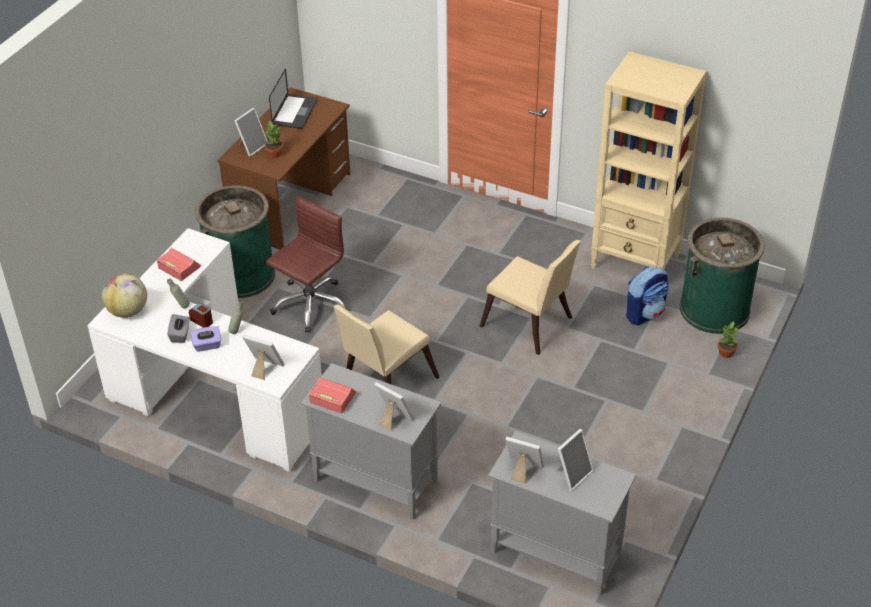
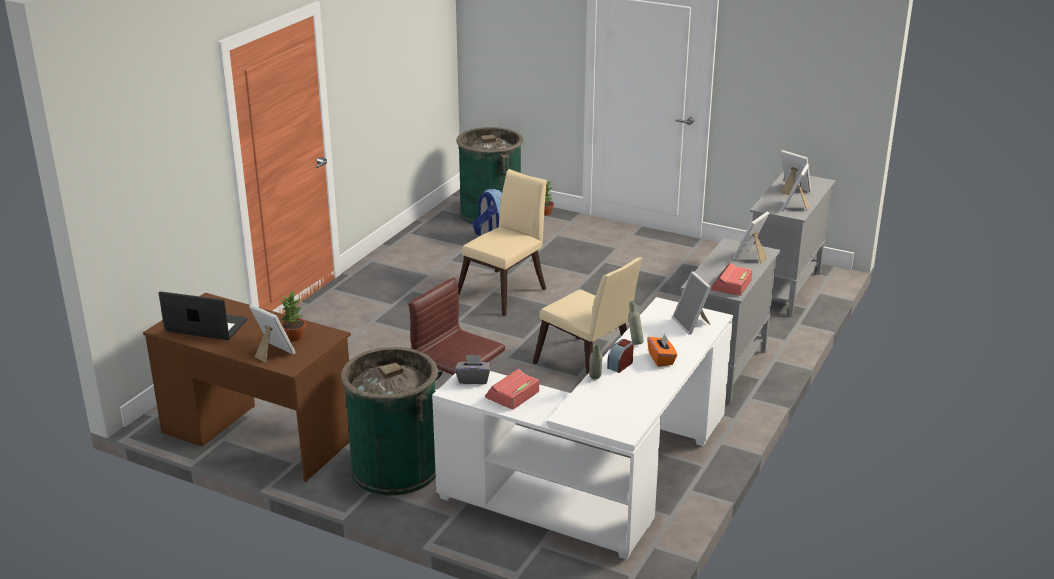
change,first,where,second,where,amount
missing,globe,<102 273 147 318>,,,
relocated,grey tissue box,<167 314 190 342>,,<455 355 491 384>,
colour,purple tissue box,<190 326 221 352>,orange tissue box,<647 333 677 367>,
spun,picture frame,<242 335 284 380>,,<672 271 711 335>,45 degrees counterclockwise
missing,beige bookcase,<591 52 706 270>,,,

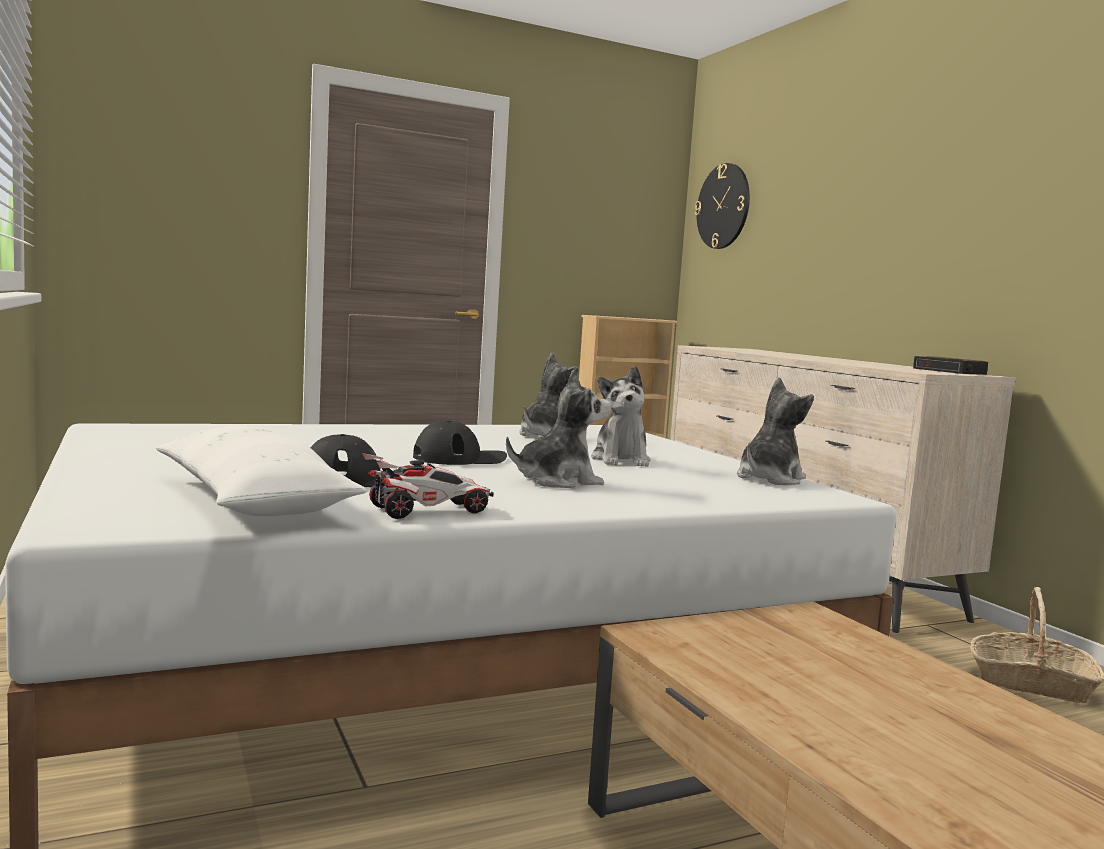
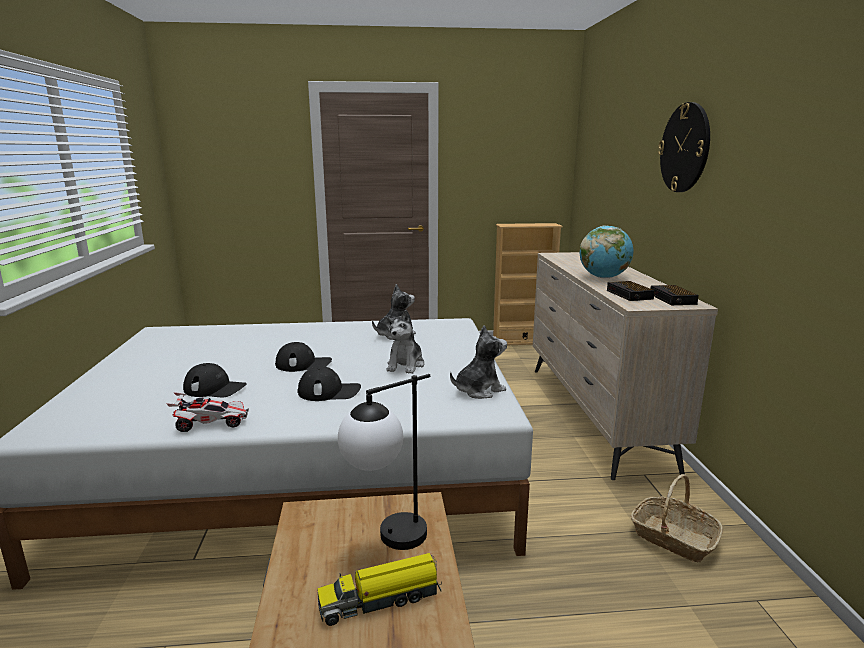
change,first,where,second,where,amount
missing,white pillow,<156 426 368 516>,,,
exchanged,plush toy,<506 370 611 488>,black cap,<297 367 361 401>,
relocated,wall clock,<695 163 750 249>,,<658 102 710 192>,
appeared,,,toy truck,<317 553 442 626>,
appeared,,,table lamp,<338 374 430 550>,
appeared,,,globe,<580 226 633 278>,
appeared,,,alarm clock,<607 281 655 301>,

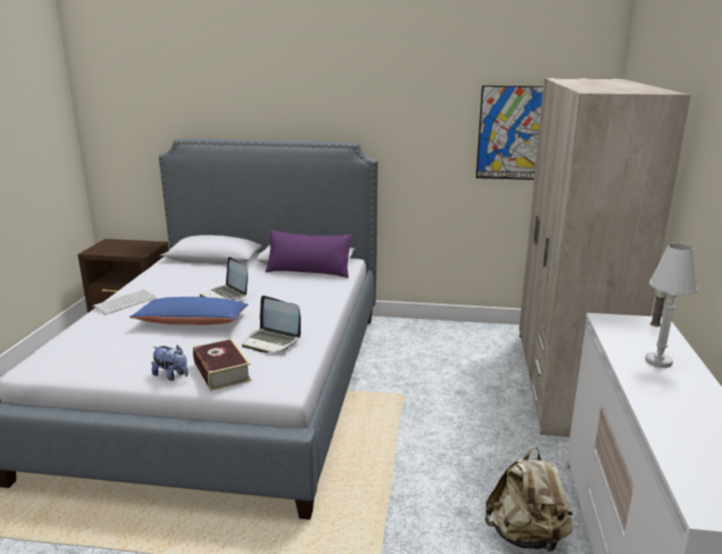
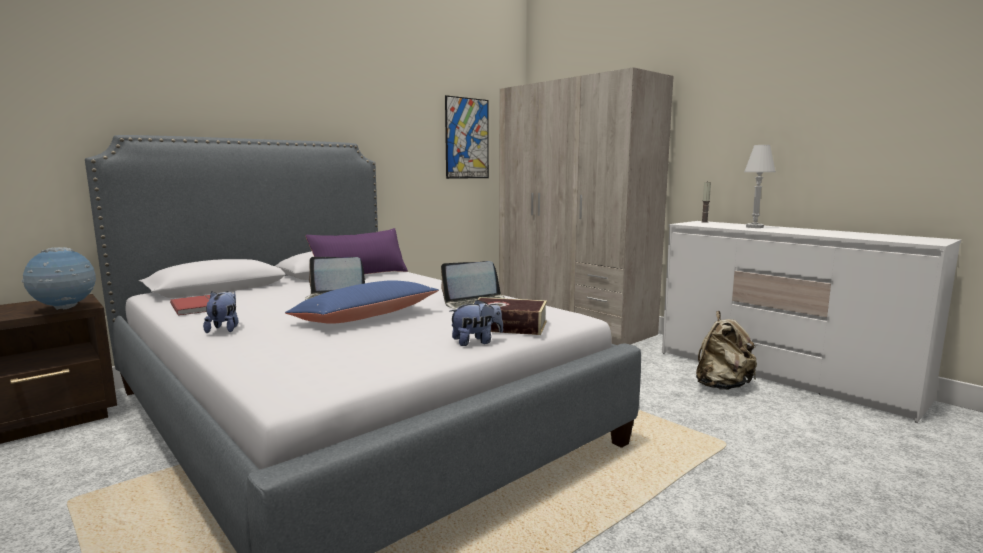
change,first,where,second,where,amount
exchanged,keyboard,<93 289 157 315>,plush toy,<203 291 238 333>,
appeared,,,globe,<22 247 96 310>,
appeared,,,red book,<170 295 210 316>,

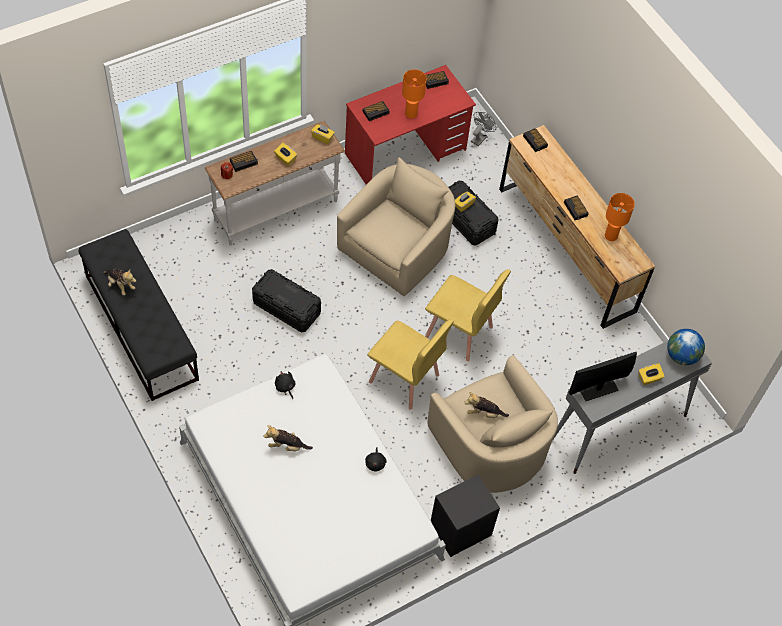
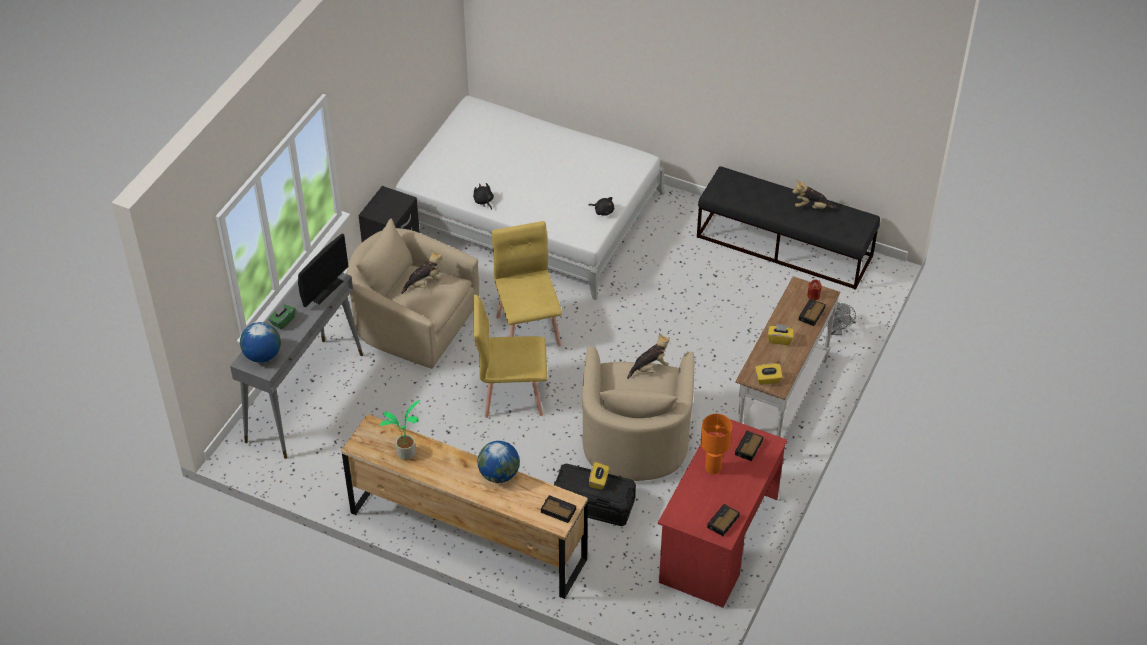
change,first,where,second,where,amount
missing,black storage box,<252 269 321 332>,,,
relocated,plush toy,<263 425 313 451>,,<627 333 670 379>,
spun,yellow chair,<367 319 454 410>,,<492 221 562 347>,75 degrees clockwise
relocated,grey fan,<471 112 496 146>,,<826 302 856 335>,
missing,alarm clock,<564 195 589 220>,,,
exchanged,orange table lamp,<605 193 635 241>,potted plant,<380 400 420 460>,
colour,yellow tissue box,<638 364 664 385>,green tissue box,<268 304 296 330>,
appeared,,,globe,<478 441 520 483>,

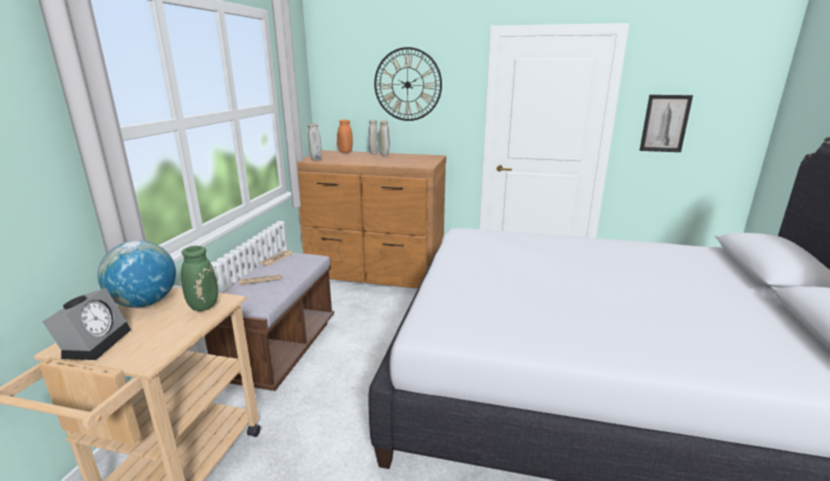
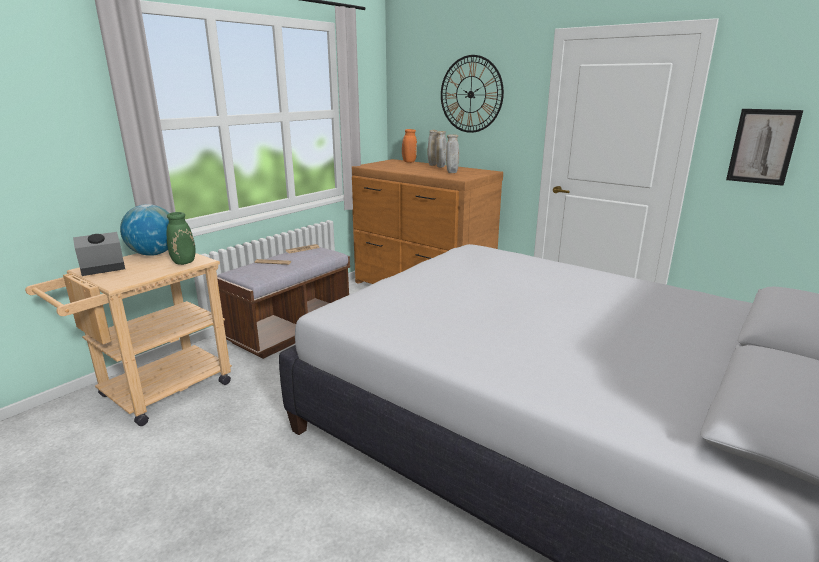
change,first,where,second,where,amount
spun,alarm clock,<43 288 131 360>,,<73 232 125 276>,150 degrees counterclockwise
relocated,beige vase,<307 123 322 161>,,<446 134 459 173>,

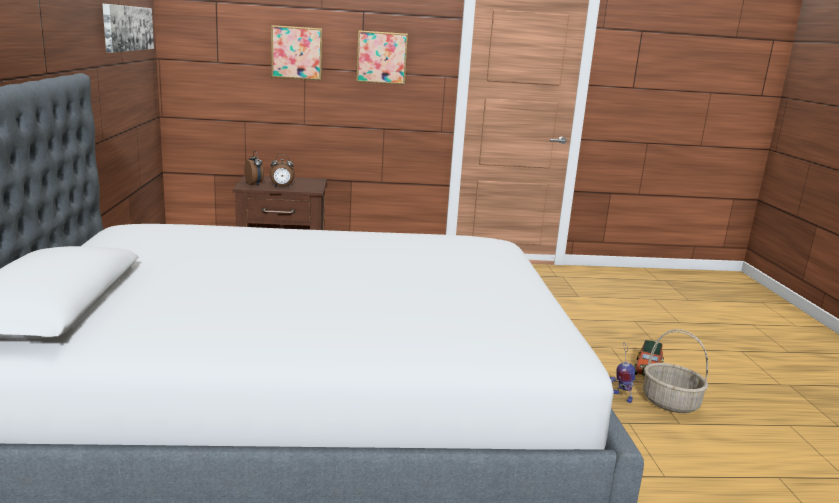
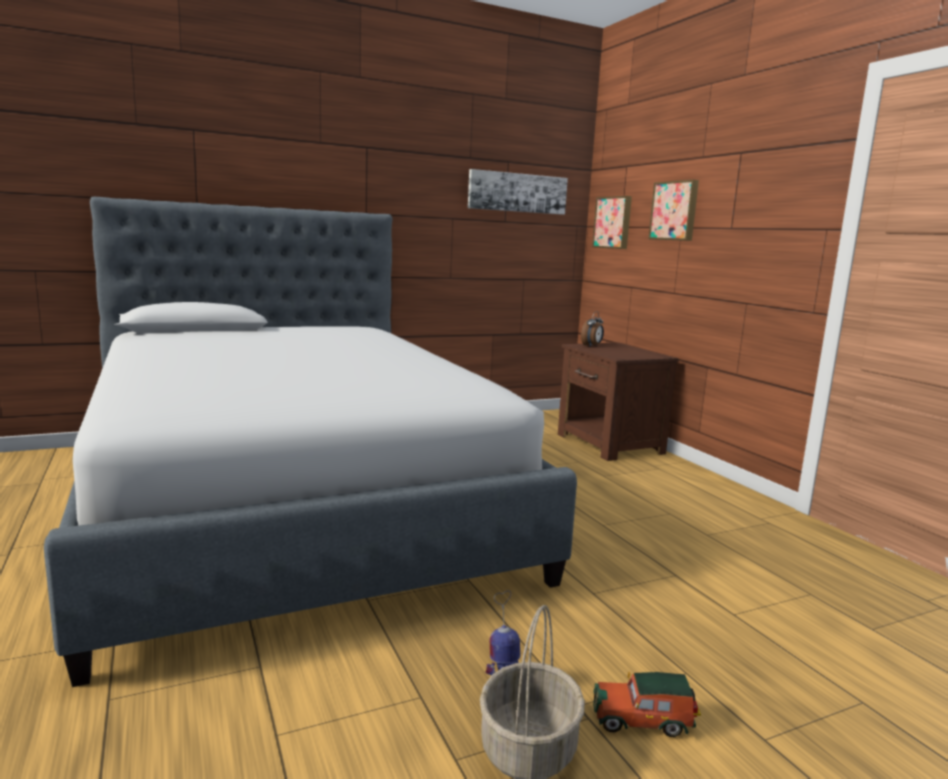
change,first,where,second,where,amount
missing,alarm clock,<269 154 295 187>,,,
relocated,picture,<356 30 408 85>,,<592 196 632 249>,

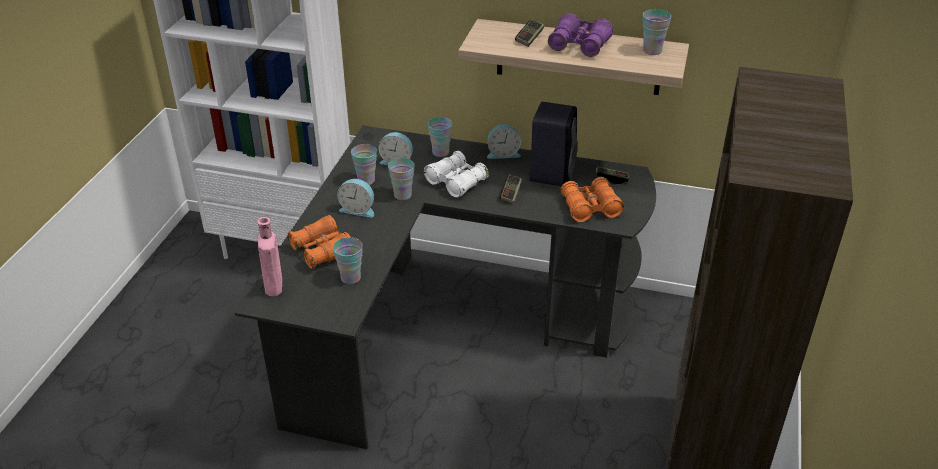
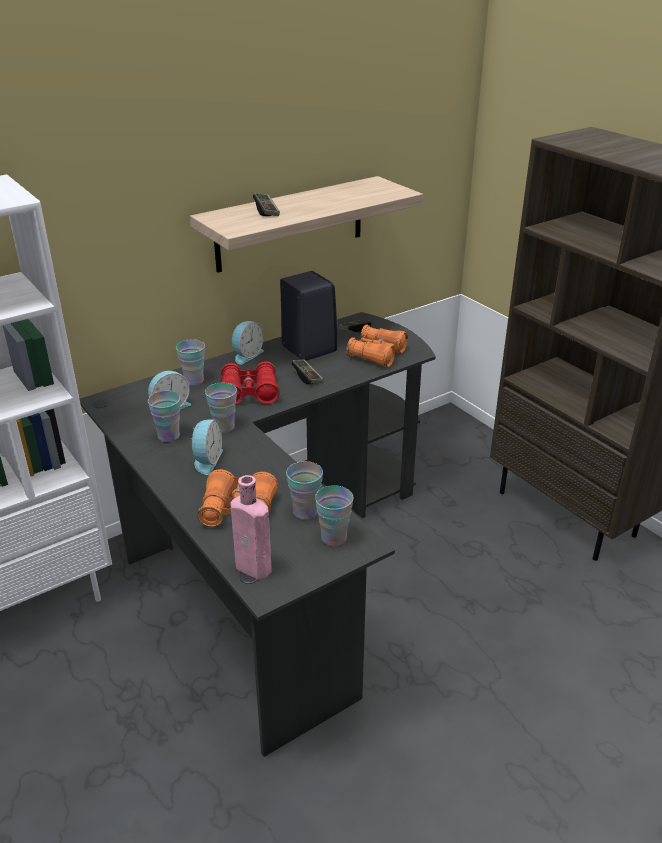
change,first,where,second,where,amount
spun,alarm clock,<337 179 374 217>,,<190 420 223 475>,45 degrees counterclockwise
colour,white binoculars,<424 151 489 198>,red binoculars,<221 361 280 405>,
missing,purple binoculars,<548 13 613 57>,,,
relocated,cup,<643 9 671 55>,,<315 485 353 546>,

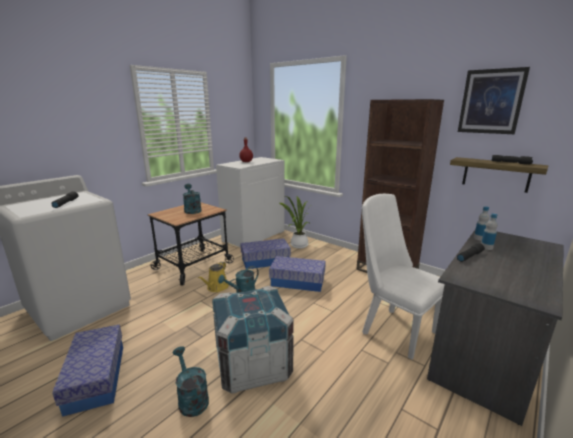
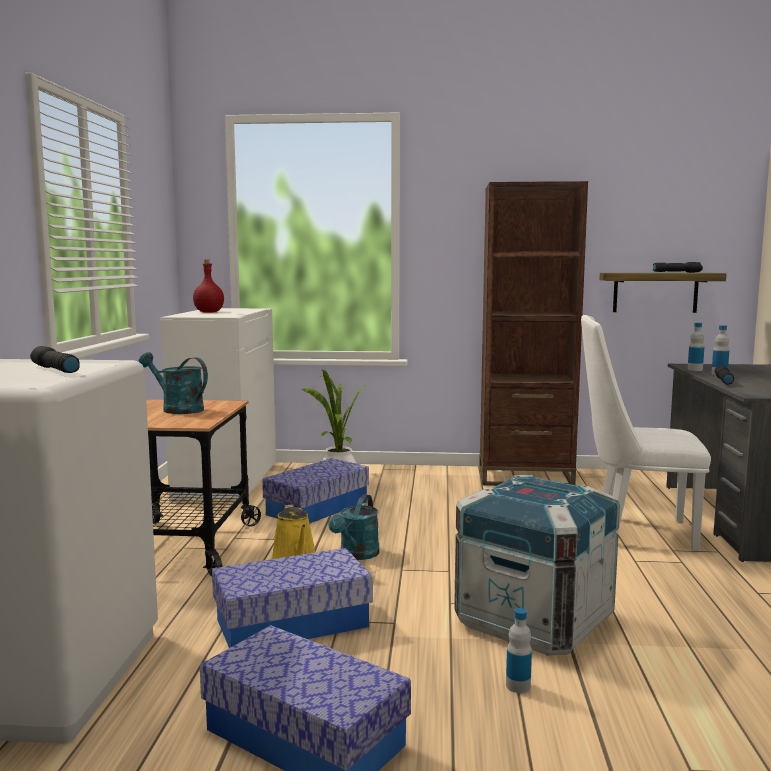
change,first,where,second,where,amount
exchanged,turquoise watering can,<173 346 209 417>,bottle,<506 608 532 693>,
relocated,storage box,<269 256 326 292>,,<212 548 373 648>,
missing,picture,<458 67 530 134>,,,

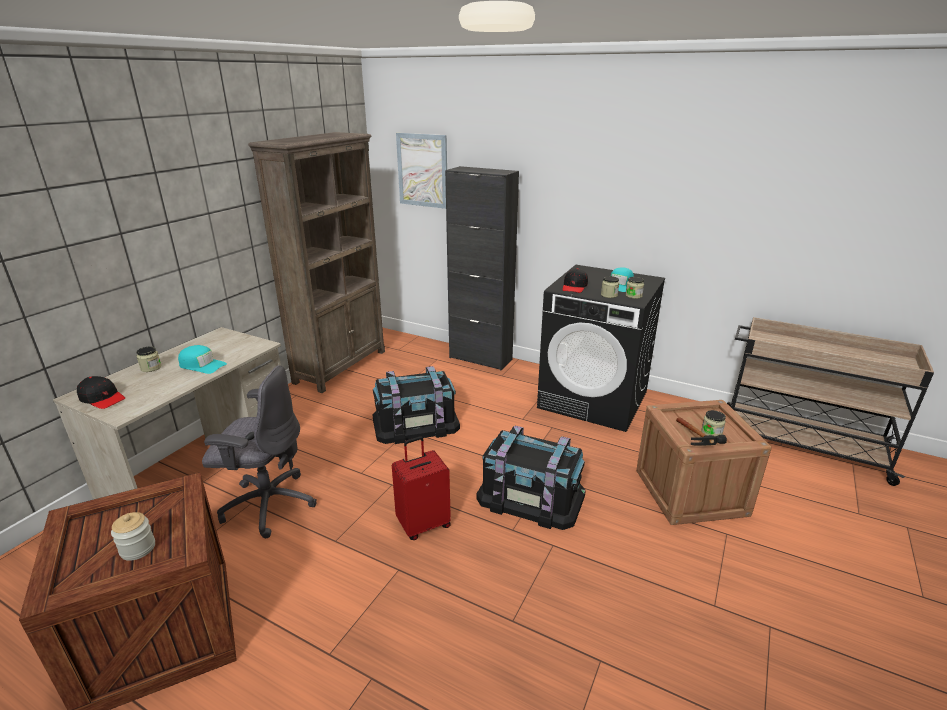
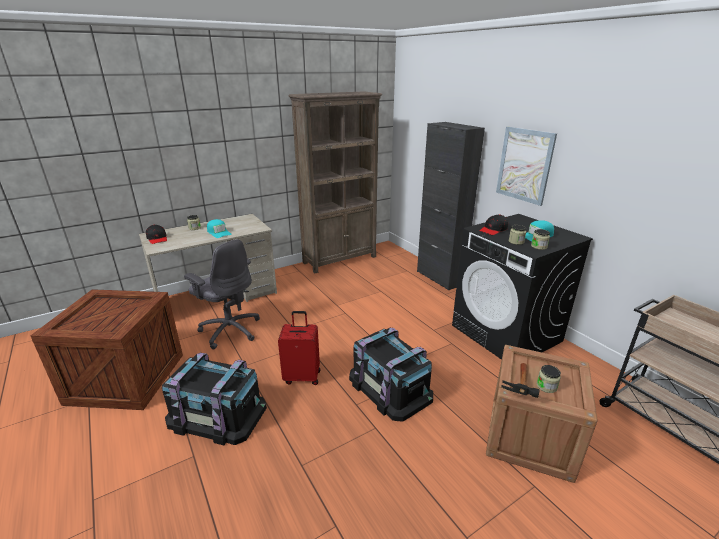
change,first,where,second,where,amount
missing,jar,<111 512 155 561>,,,
relocated,black storage box,<373 366 460 444>,,<162 353 267 445>,
relocated,picture,<396 133 447 209>,,<496 127 557 206>,

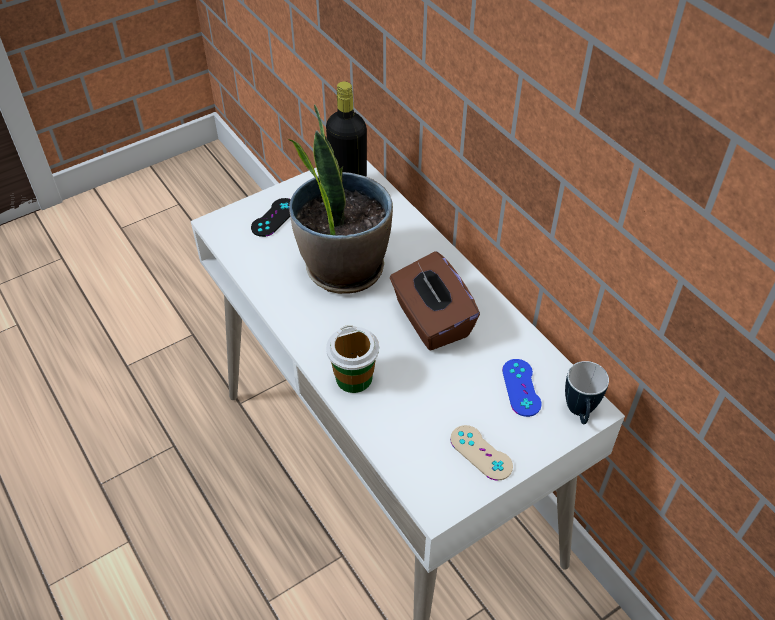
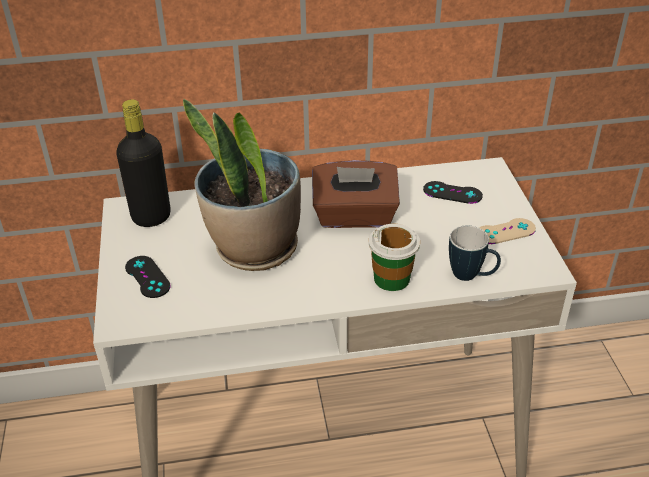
change,first,where,second,where,amount
colour,blue game controller,<502 359 542 417>,black game controller,<423 181 483 204>,
relocated,mug,<565 361 609 424>,,<449 225 501 281>,

